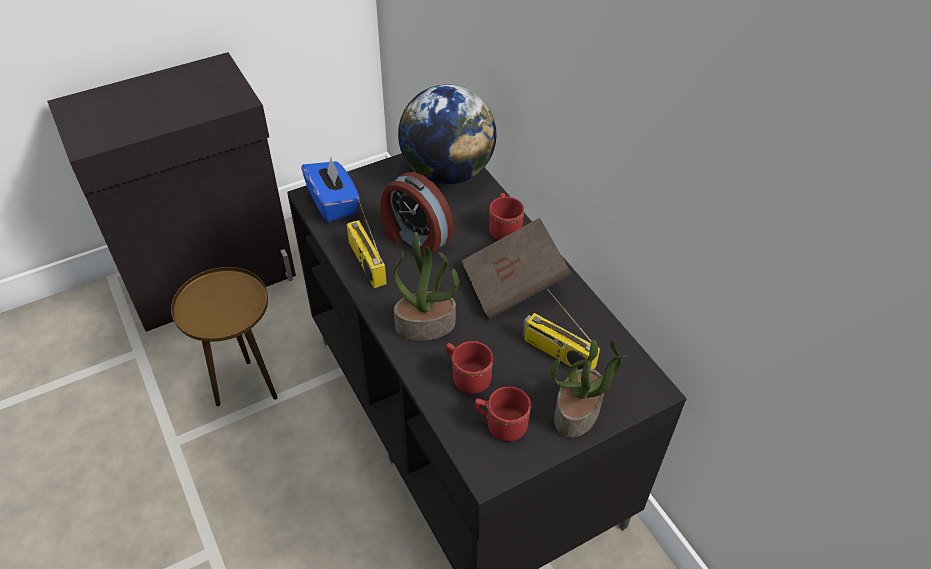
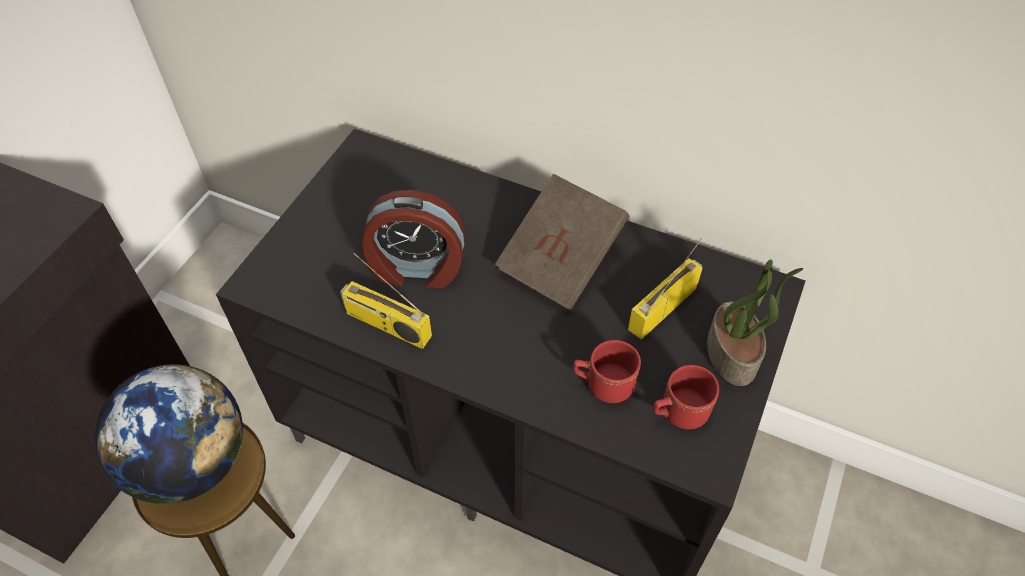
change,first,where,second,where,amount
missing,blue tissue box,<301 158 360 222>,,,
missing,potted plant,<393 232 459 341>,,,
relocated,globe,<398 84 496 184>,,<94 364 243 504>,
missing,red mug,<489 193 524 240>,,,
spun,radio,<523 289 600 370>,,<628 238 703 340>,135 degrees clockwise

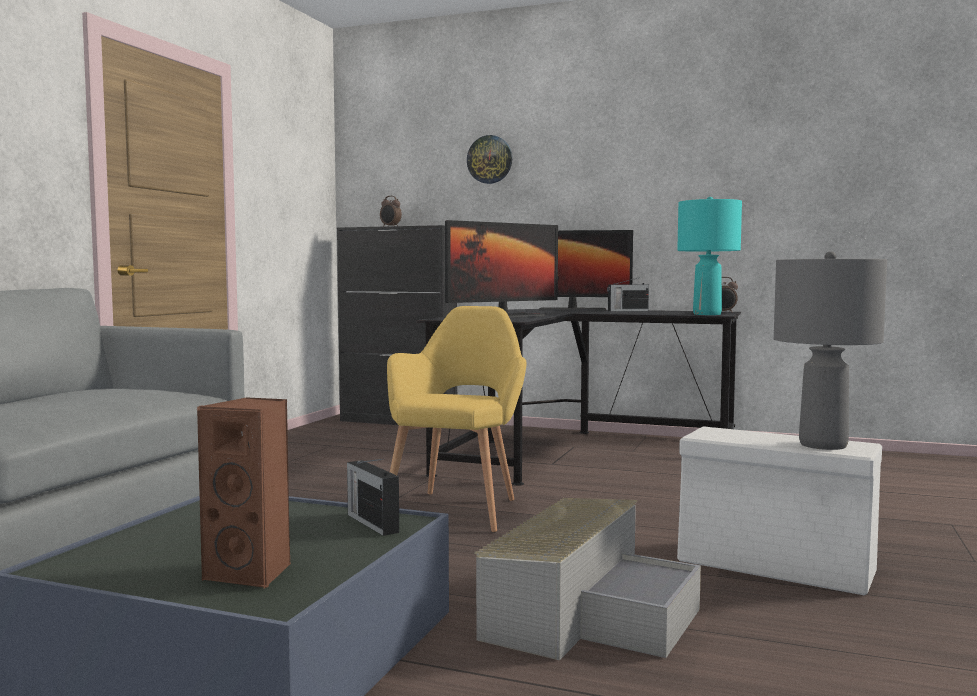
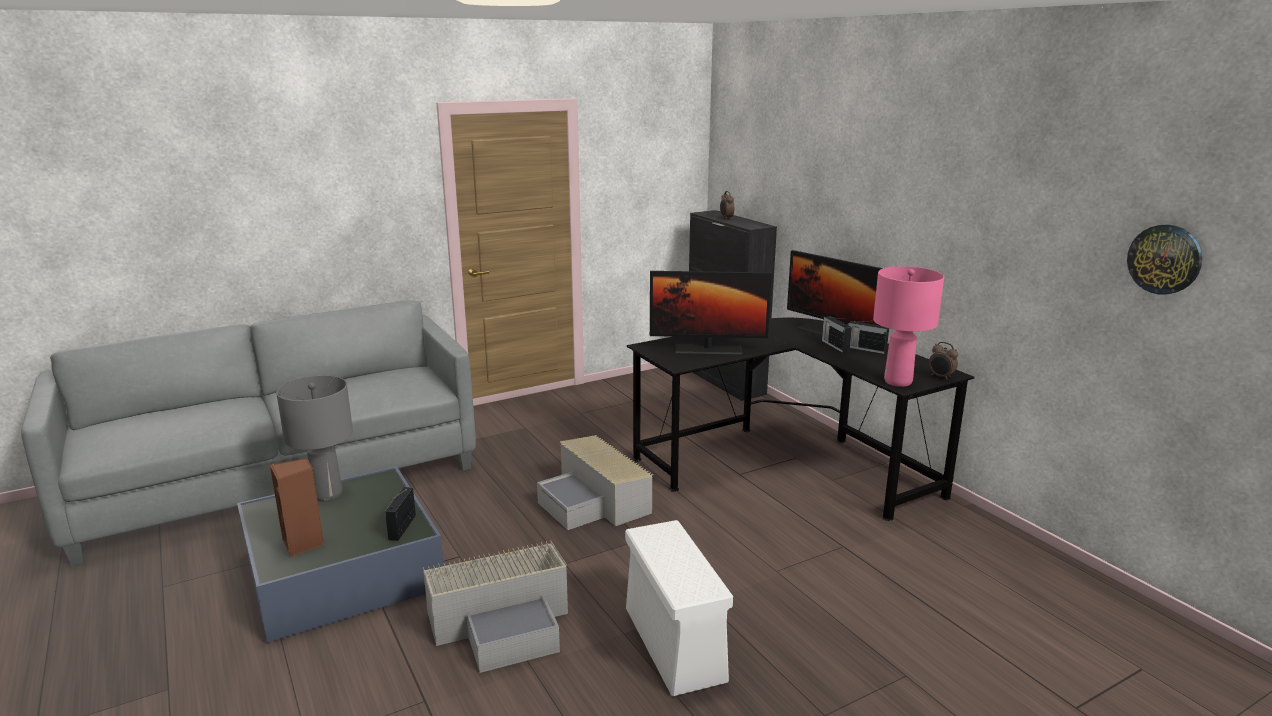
change,first,where,second,where,amount
exchanged,yellow armchair,<387 306 527 533>,grey storage box,<537 435 653 530>,
relocated,wall clock,<467 135 512 184>,,<1127 225 1202 295>,
colour,turquoise table lamp,<677 197 742 315>,pink table lamp,<873 266 944 387>,
relocated,grey table lamp,<774 251 887 450>,,<276 376 353 502>,
appeared,,,radio,<822 316 852 353>,

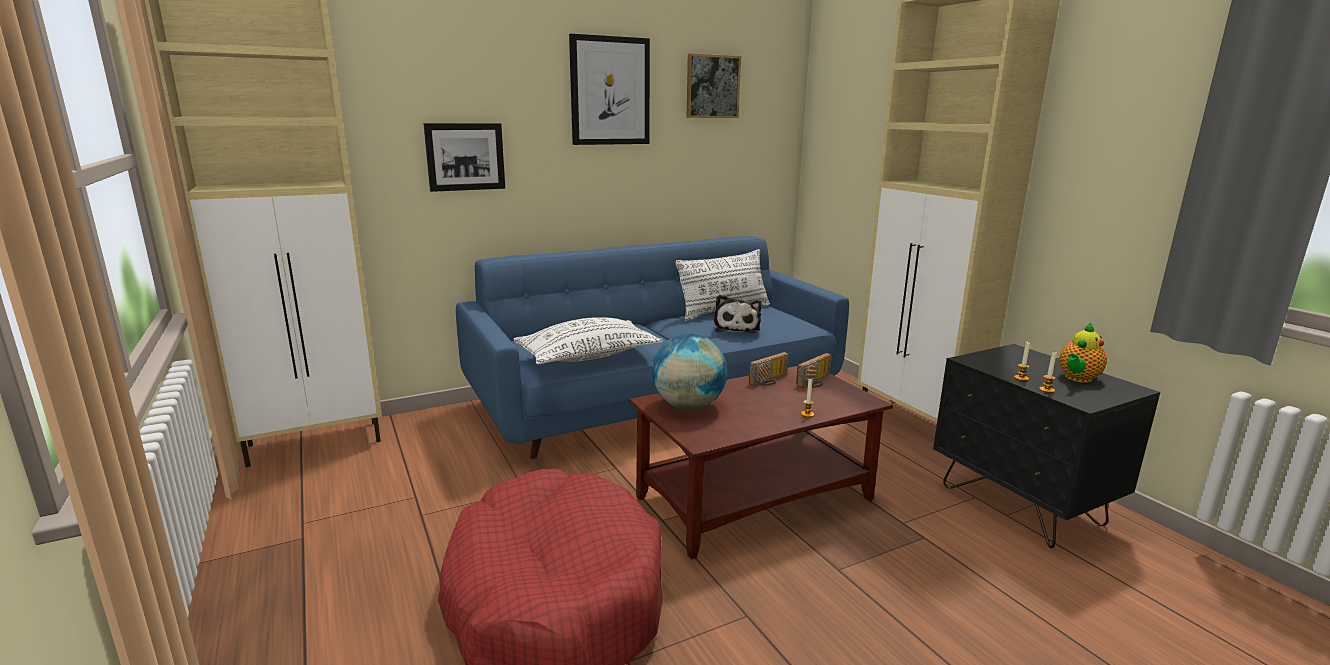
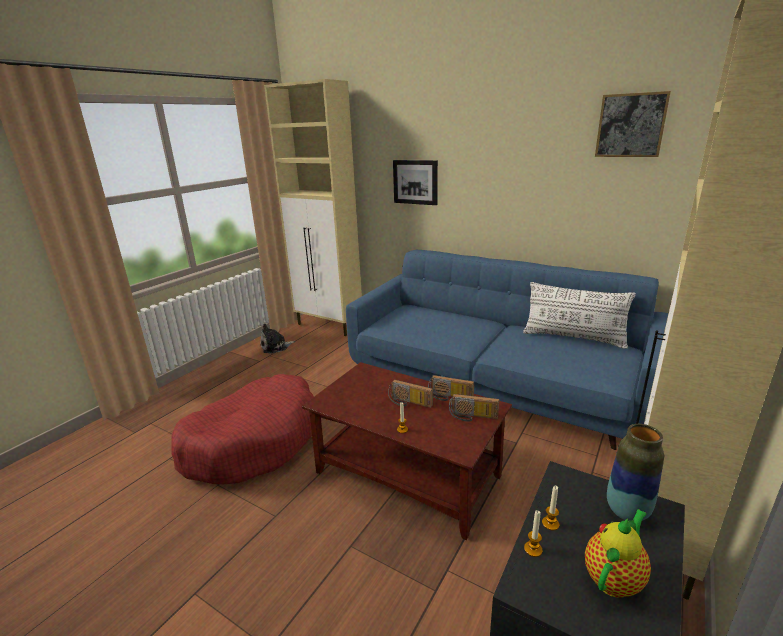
change,first,where,second,where,amount
missing,white pillow,<514 317 663 365>,,,
missing,picture,<569 34 650 145>,,,
missing,globe,<652 334 727 409>,,,
relocated,plush toy,<714 294 762 333>,,<260 324 295 354>,
spun,teapot,<1059 323 1107 383>,,<585 509 651 598>,120 degrees clockwise
appeared,,,radio,<388 380 433 408>,
appeared,,,vase,<607 424 664 521>,

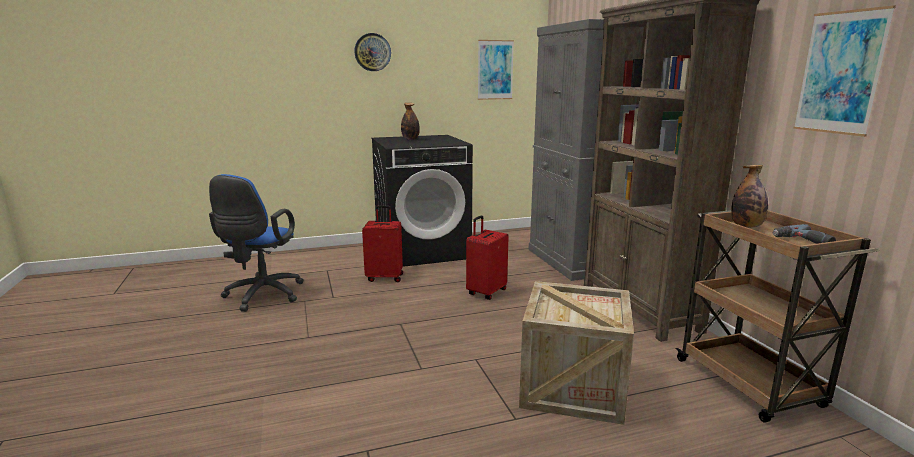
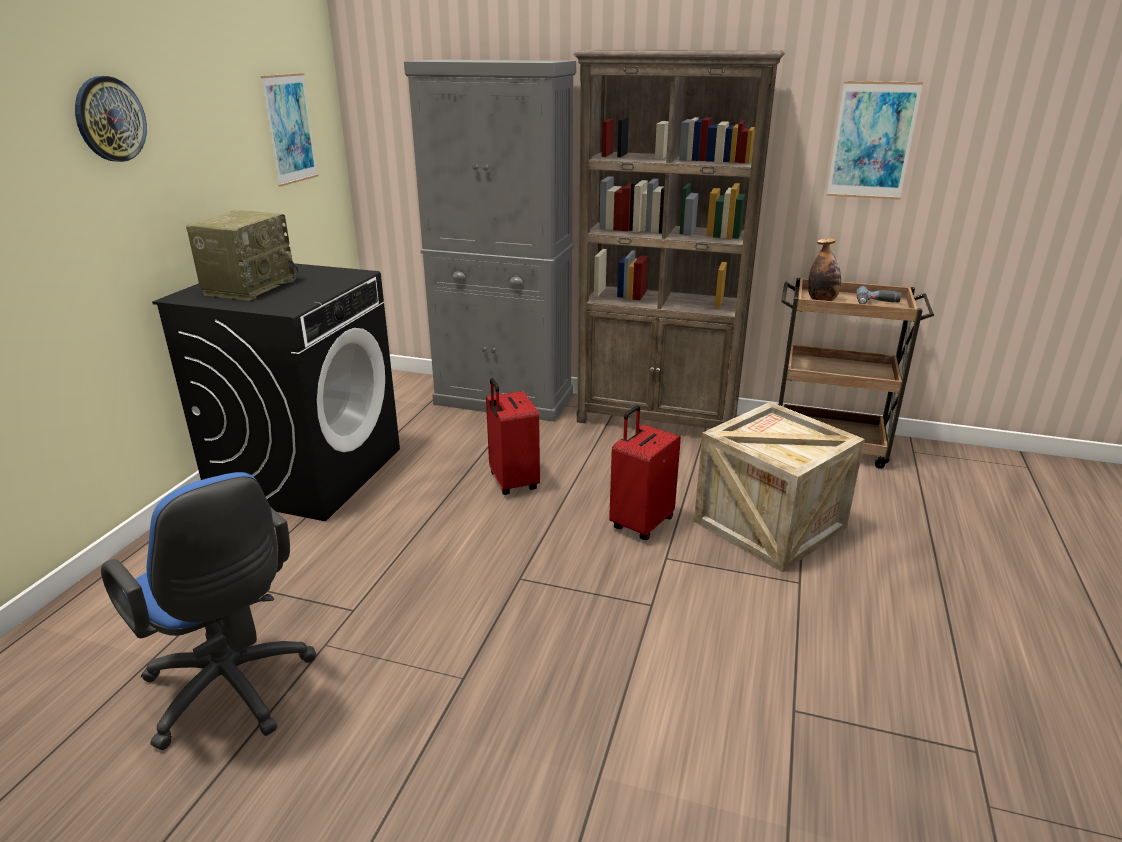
change,first,where,second,where,amount
relocated,red suitcase,<362 205 403 282>,,<609 406 681 540>,
exchanged,bottle,<401 103 420 140>,radio,<186 210 298 301>,

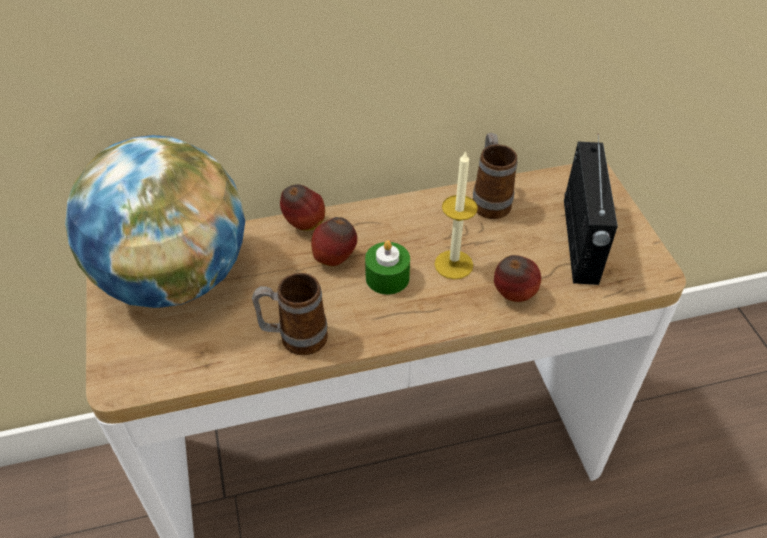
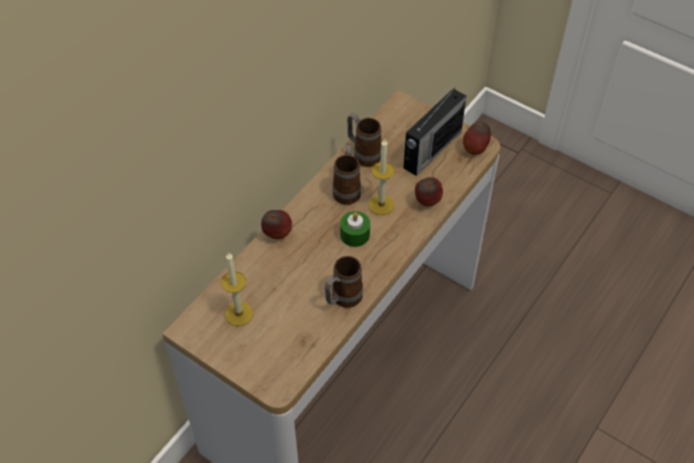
change,first,where,second,where,amount
exchanged,globe,<65 135 245 308>,candle,<221 252 253 326>,
relocated,apple,<311 217 357 266>,,<463 122 491 155>,
spun,radio,<564 134 618 285>,,<403 87 467 176>,75 degrees clockwise
appeared,,,mug,<332 145 361 205>,

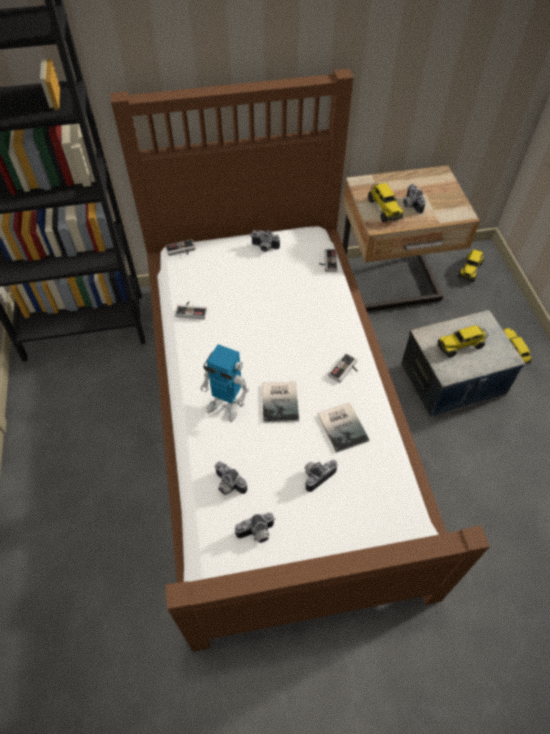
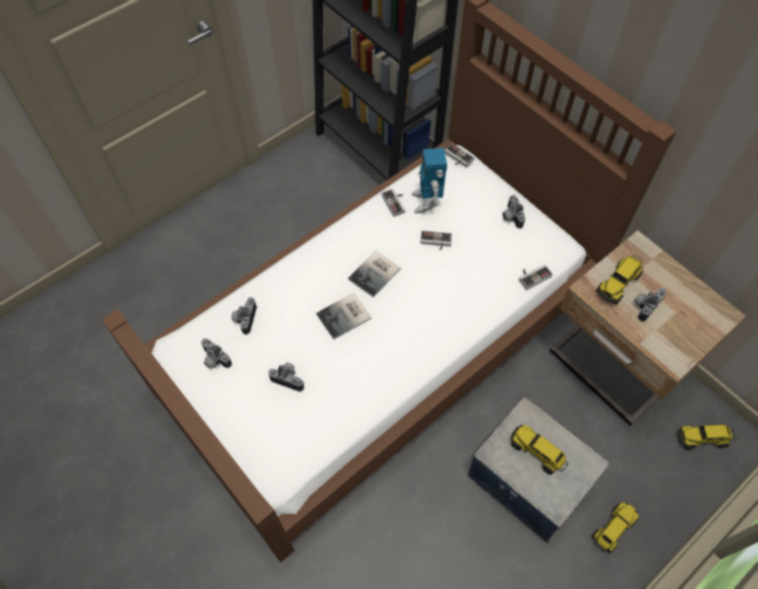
change,first,where,second,where,amount
relocated,toy robot,<200 344 249 422>,,<411 148 447 213>,
relocated,book,<318 403 369 453>,,<348 251 400 298>,
relocated,game controller,<328 353 357 383>,,<420 230 452 250>,

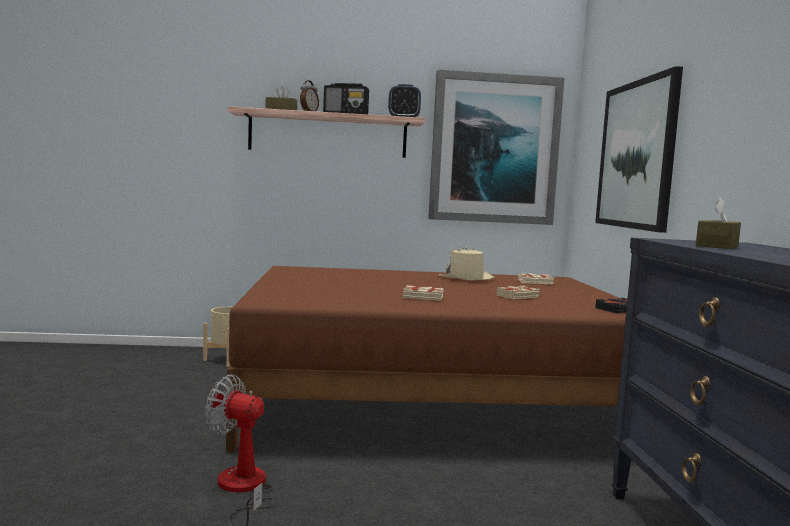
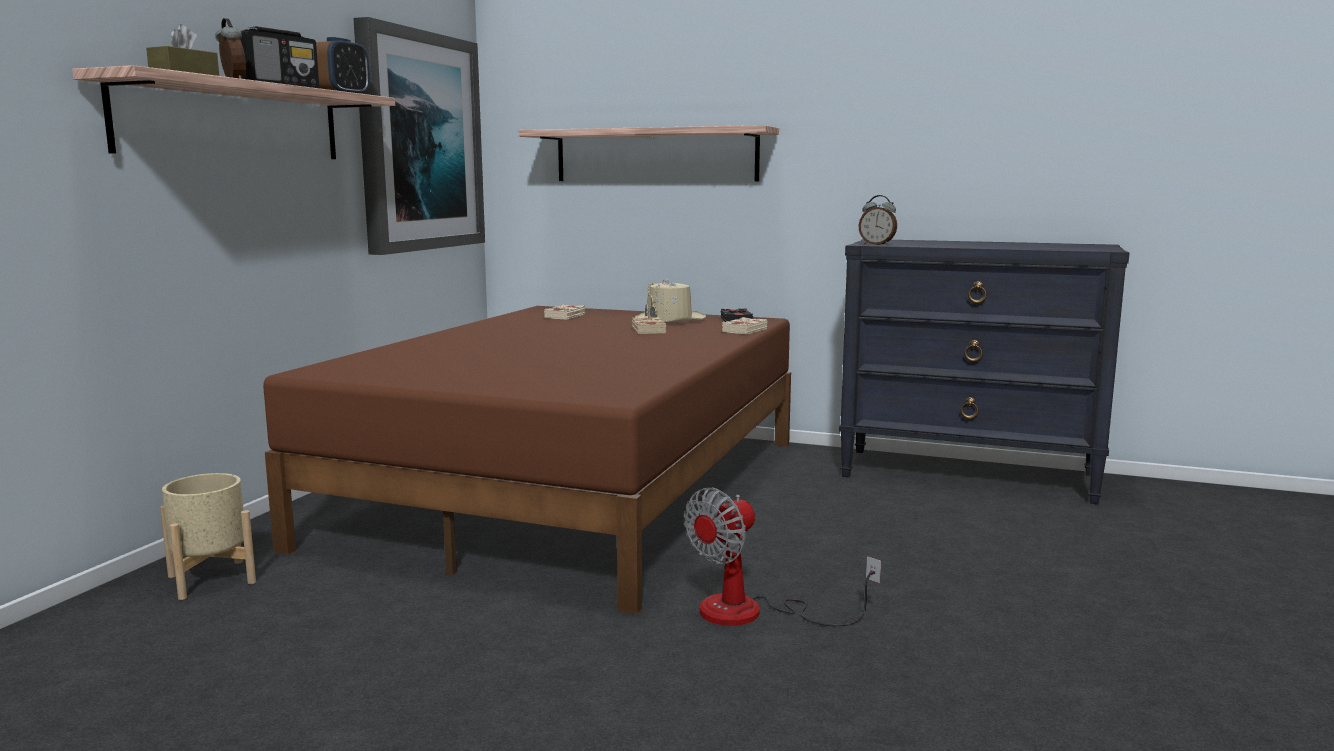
change,first,where,second,where,amount
relocated,beige book,<403 285 443 301>,,<722 317 767 334>,
relocated,beige hat,<438 245 495 281>,,<635 278 706 323>,
exchanged,picture,<595 66 683 233>,shelf,<519 125 779 181>,
missing,brown tissue box,<696 197 741 249>,,,
appeared,,,alarm clock,<858 195 897 245>,

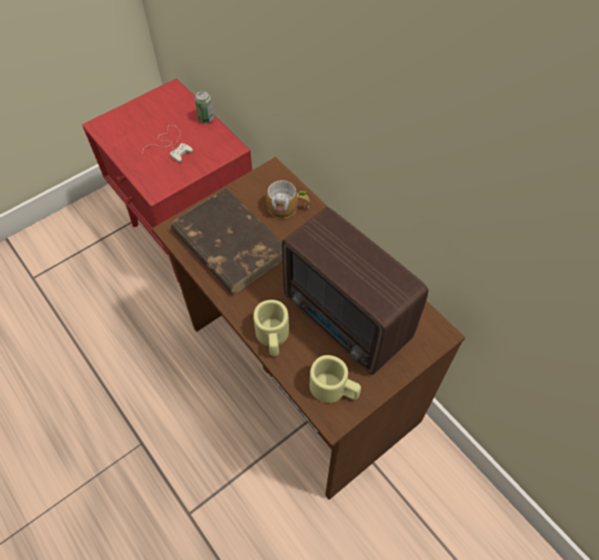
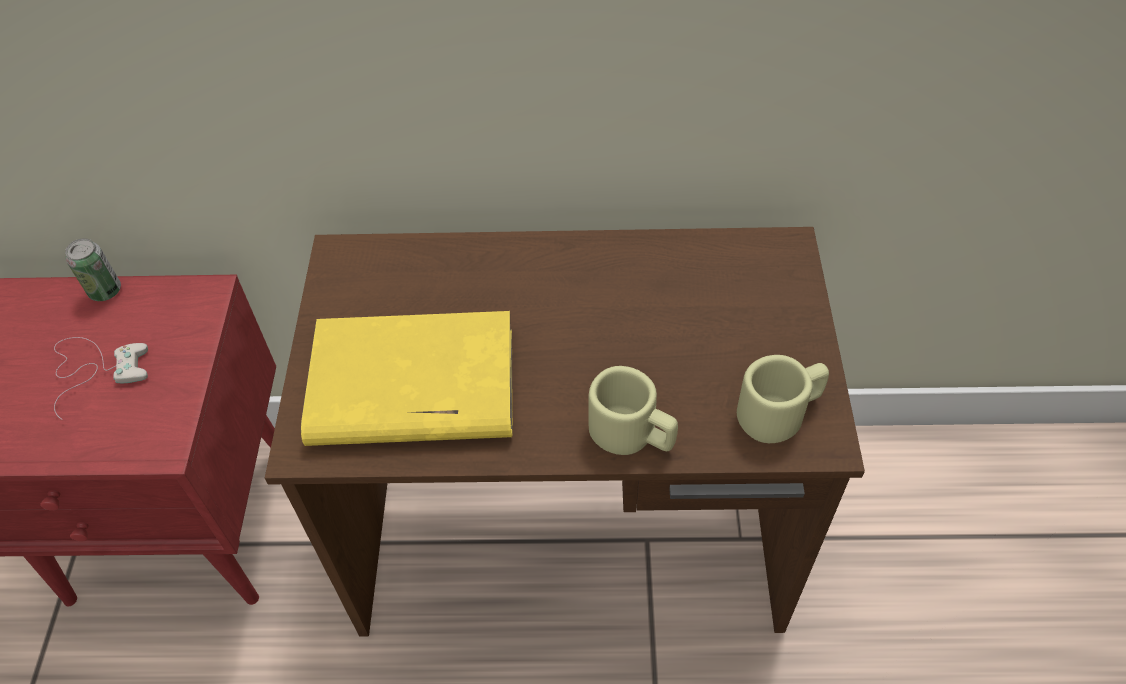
change,first,where,second,where,amount
colour,brown book,<171 188 282 294>,yellow book,<301 311 512 446>,
missing,mug,<266 180 310 218>,,,
missing,radio,<282 207 428 375>,,,

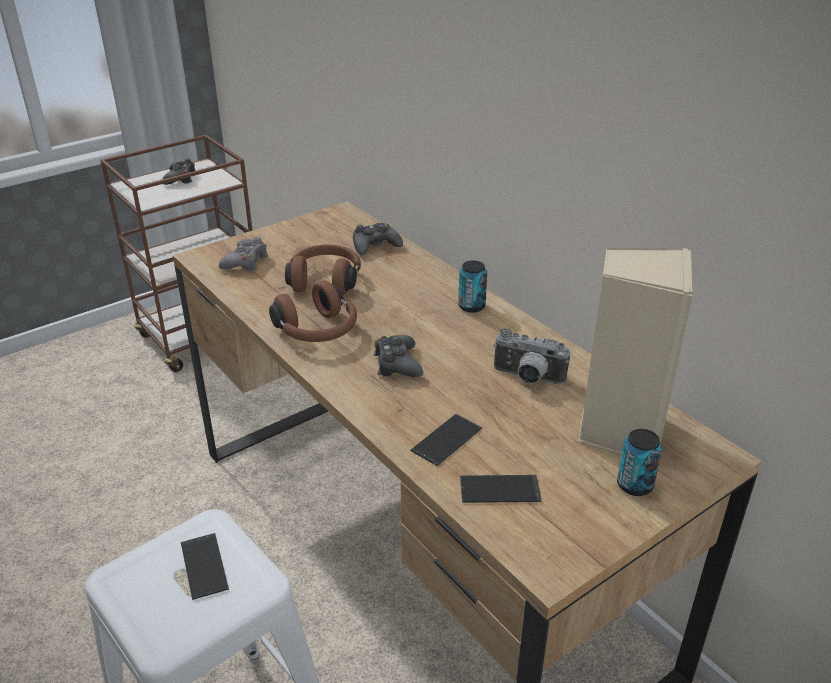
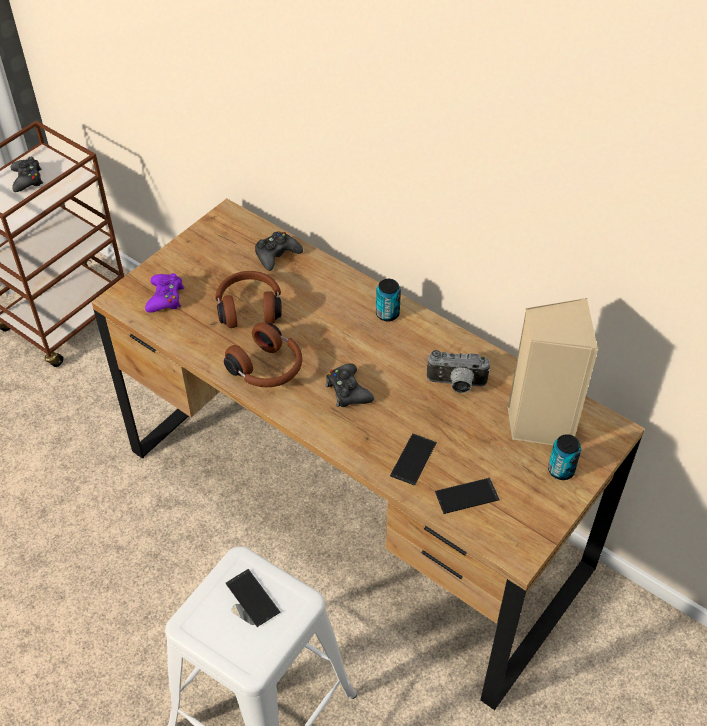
change,first,where,second,where,amount
colour,grey game controller,<219 237 268 271>,purple game controller,<145 273 184 312>,

